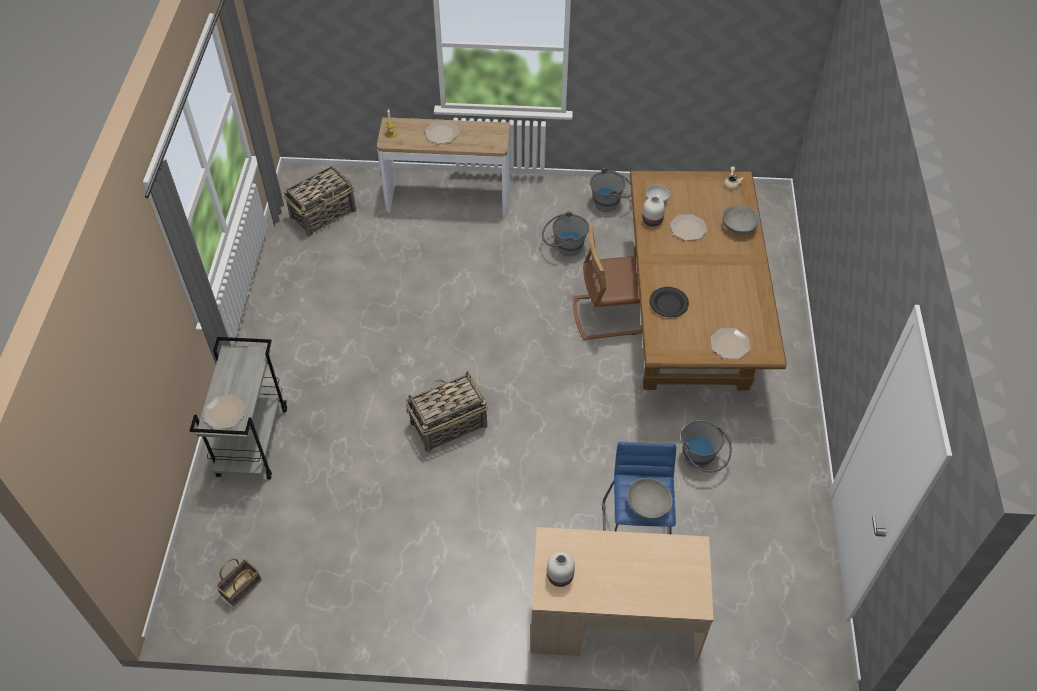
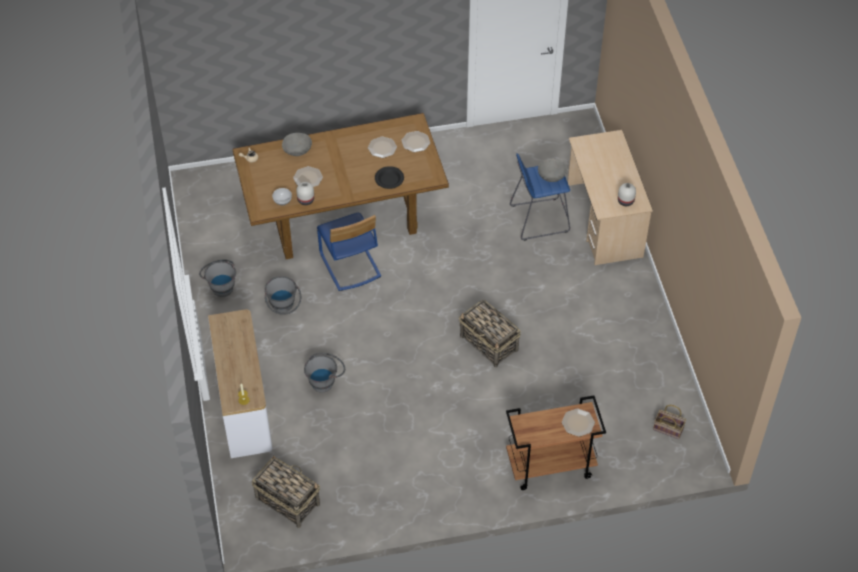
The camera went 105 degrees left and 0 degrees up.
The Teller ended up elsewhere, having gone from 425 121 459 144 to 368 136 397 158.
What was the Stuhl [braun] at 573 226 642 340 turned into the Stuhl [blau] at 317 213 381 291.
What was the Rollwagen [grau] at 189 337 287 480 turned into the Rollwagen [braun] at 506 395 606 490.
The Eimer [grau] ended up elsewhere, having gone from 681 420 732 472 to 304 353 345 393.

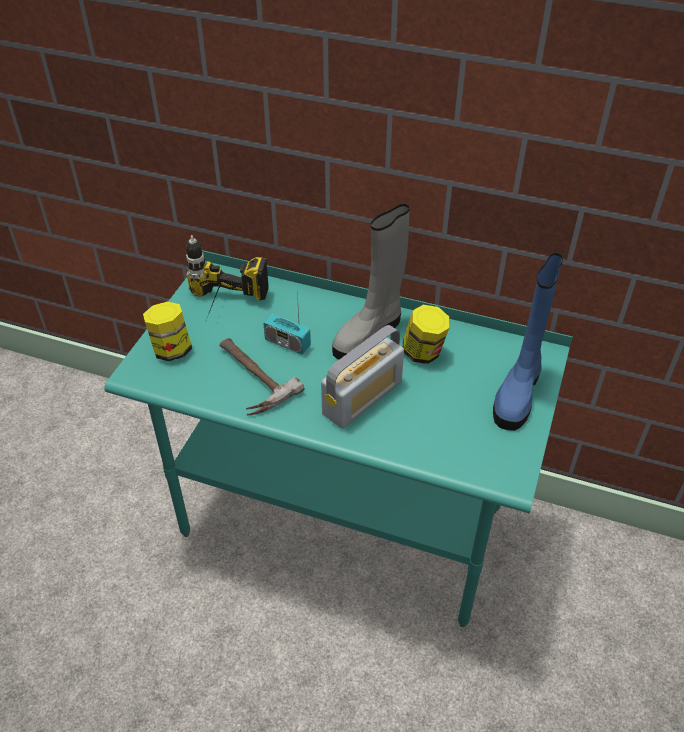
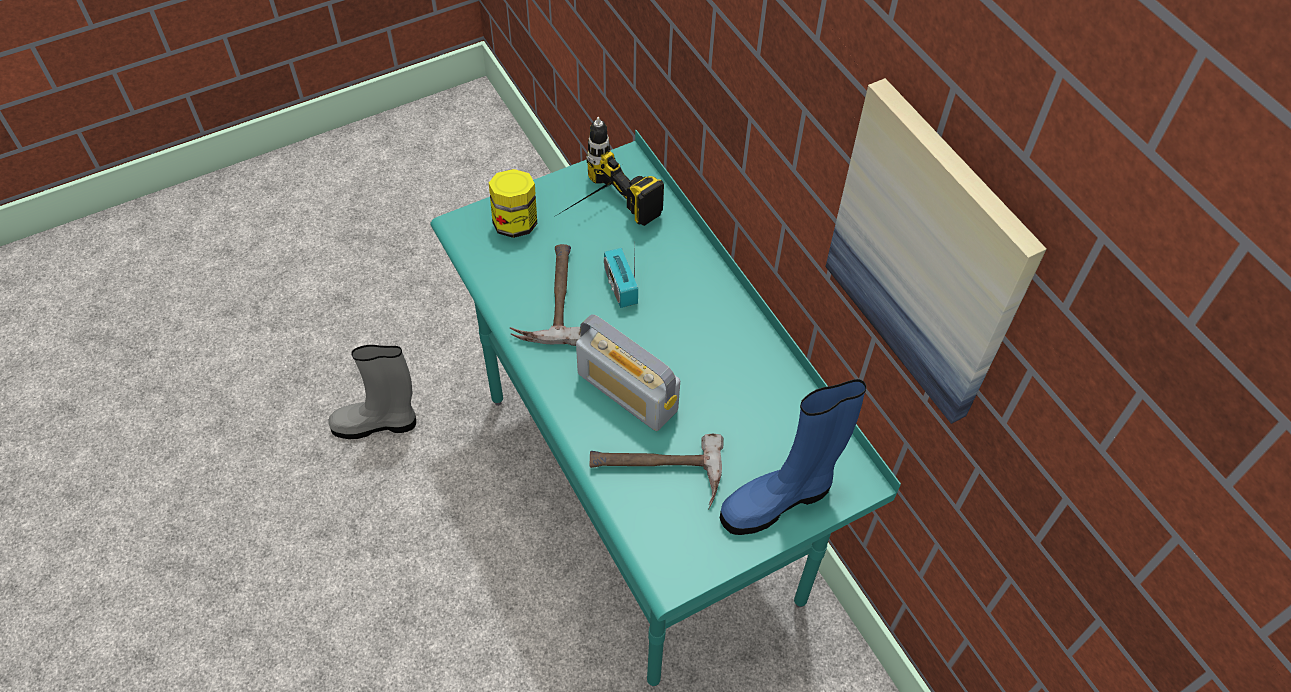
The camera went 40 degrees right and 10 degrees up.
The Stiefel [grau] ended up elsewhere, having gone from 332 204 410 360 to 328 345 416 439.
The second view lost the Vorratsglas at 403 305 450 364.
The Radio at 321 325 404 428 ended up facing another way, 45 degrees clockwise from before.
The second view gained the Bild at 825 78 1047 424.
The second view gained the Hammer at 590 434 724 510.

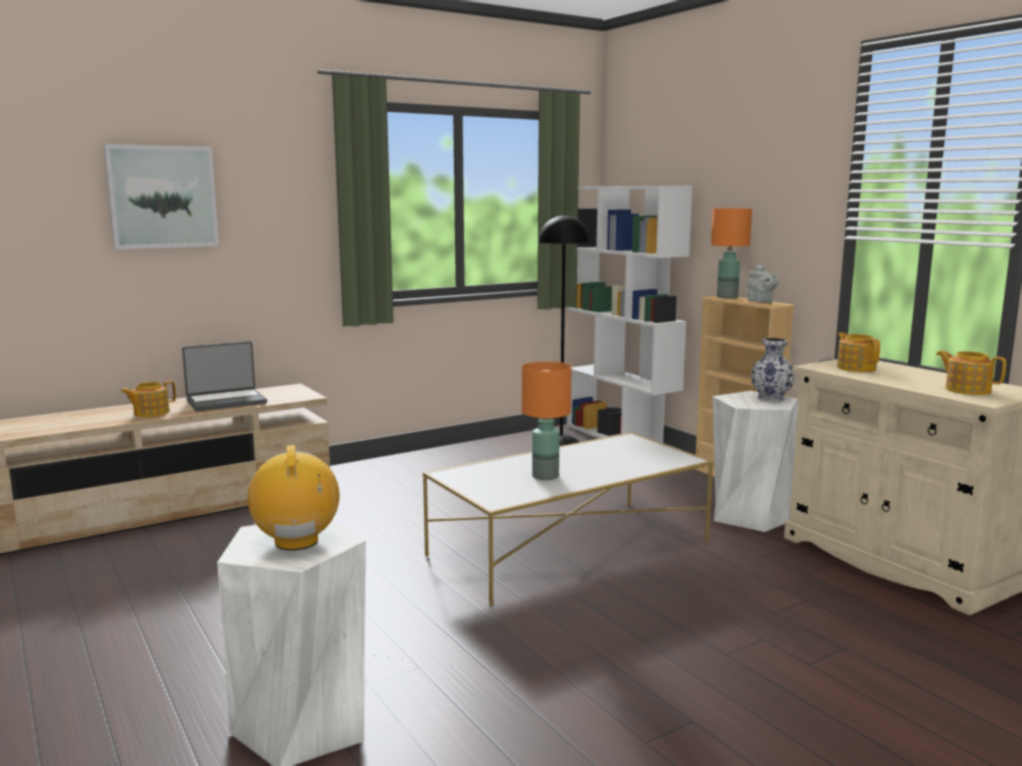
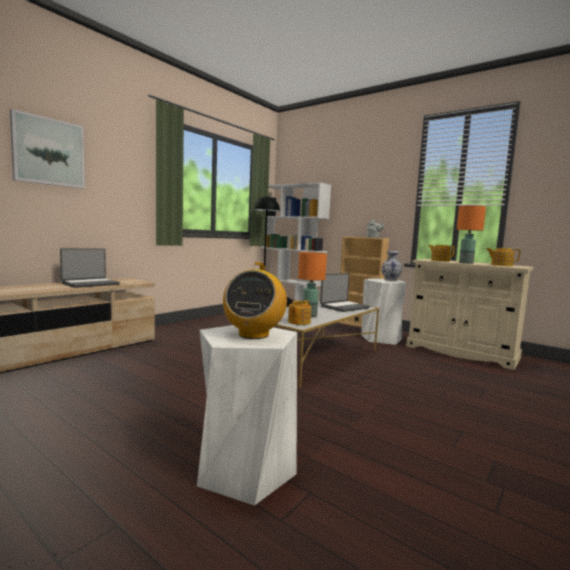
The camera went 20 degrees left and 5 degrees down.
The Tischlampe [orange] ended up elsewhere, having gone from 711 208 752 299 to 457 205 486 264.
The Teekanne ended up elsewhere, having gone from 121 381 176 417 to 288 300 311 325.
The Radio at 248 445 339 551 ended up facing another way, 135 degrees counterclockwise from before.
The second view gained the Laptop at 320 273 370 312.

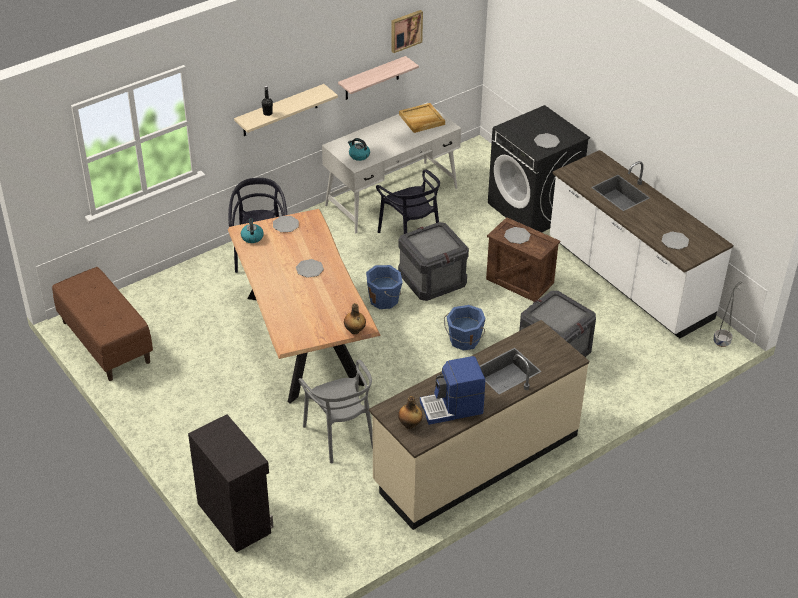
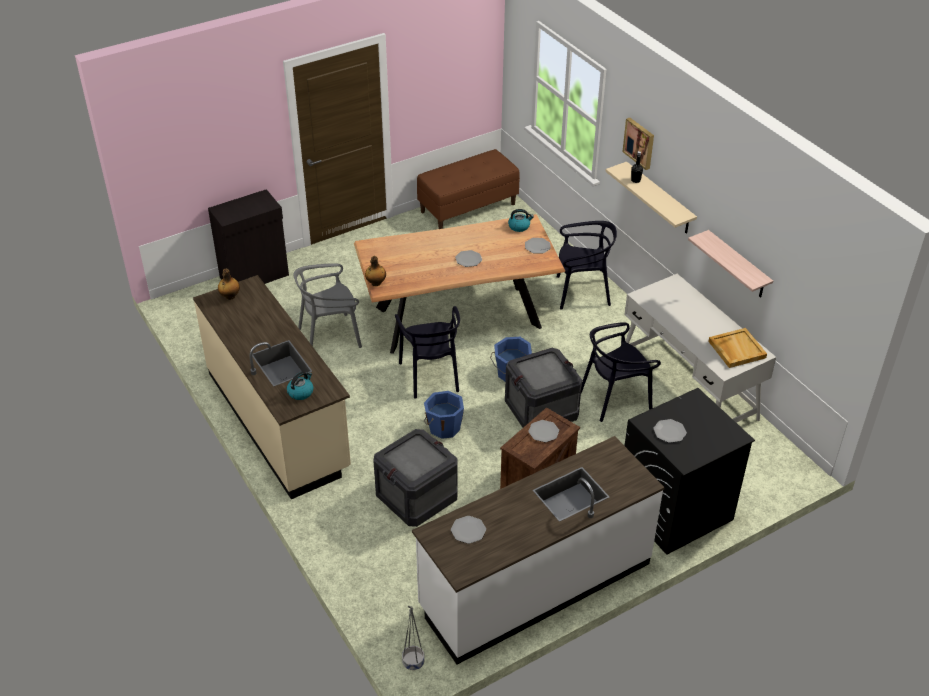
The camera went 95 degrees right and 0 degrees up.
The Bild ended up elsewhere, having gone from 391 10 423 53 to 622 118 654 170.
The Wasserkessel ended up elsewhere, having gone from 348 138 370 161 to 287 372 313 400.
The second view lost the Kaffeemaschine at 420 356 485 425.
The second view gained the Stuhl [schwarz] at 395 306 460 399.

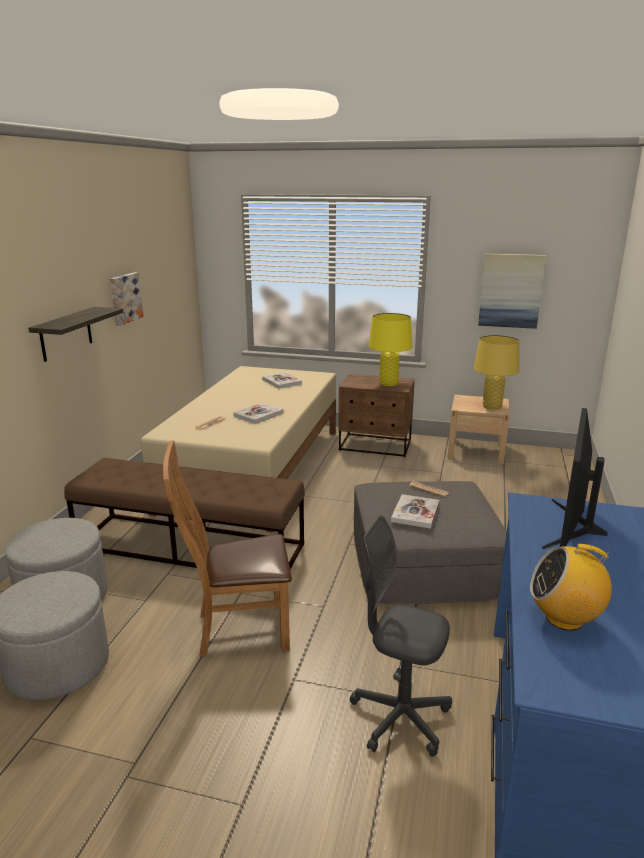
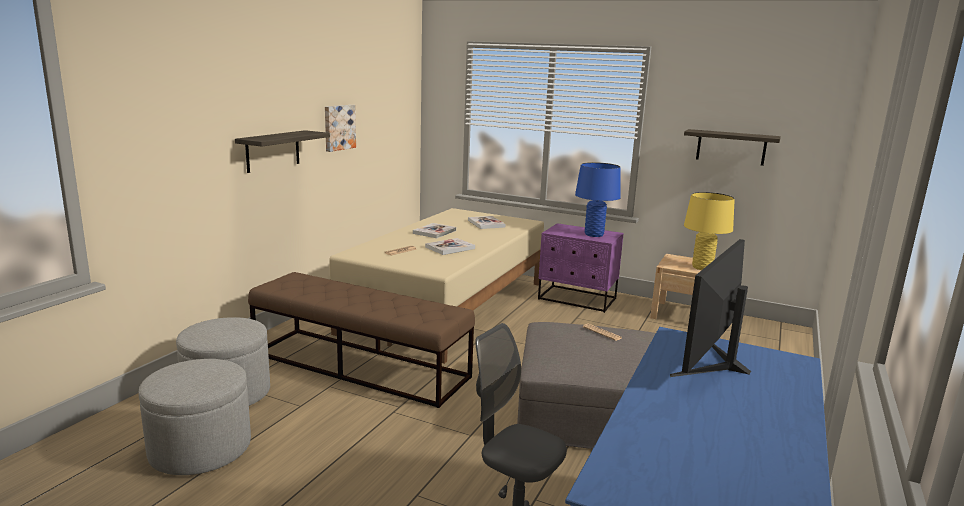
The camera went 10 degrees right and 5 degrees down.
Where the Bild hung at 478 253 546 329, the Wandregal came to hang at 684 129 781 166.
What was the Tischlampe [gelb] at 369 313 412 386 turned into the Tischlampe [blau] at 575 162 621 237.
What was the Nachttisch [braun] at 338 374 415 457 turned into the Nachttisch [lila] at 538 223 624 313.
The second view lost the Stuhl [braun] at 163 440 292 657.
The Buch ended up elsewhere, having gone from 391 494 439 529 to 413 223 456 238.
The second view lost the Radio at 530 544 612 631.

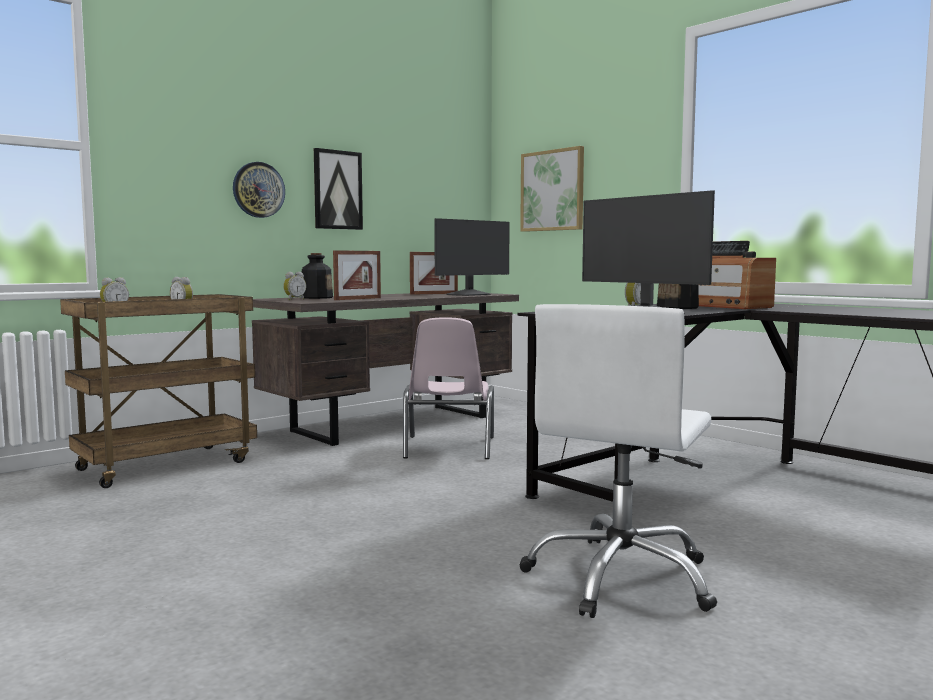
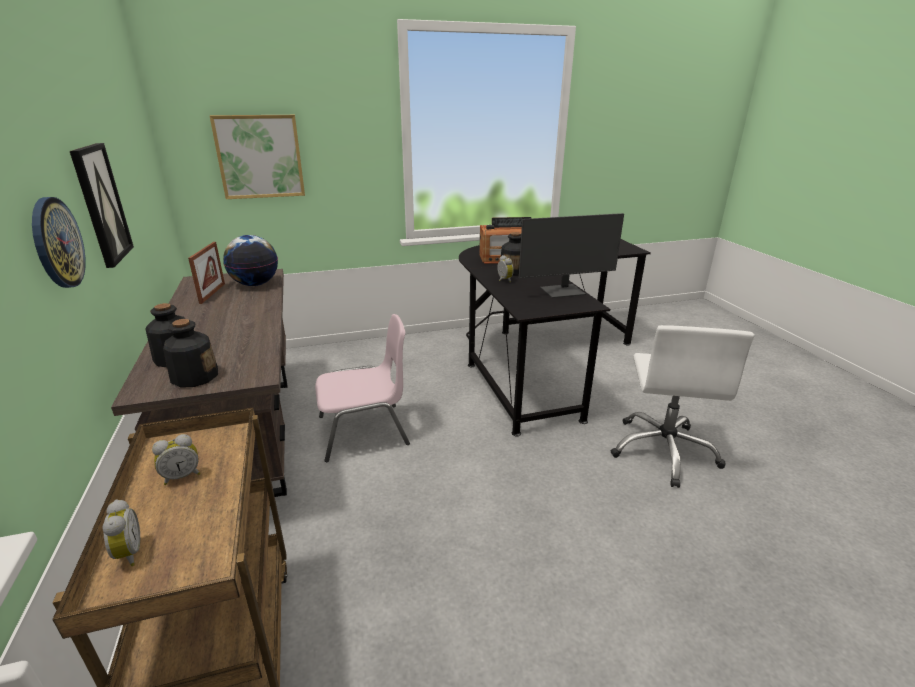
The camera went 65 degrees left and 20 degrees up.
Where the Monitor stood at 434 218 510 296, the Globus came to stand at 223 235 278 286.
The second view lost the Bilderrahmen at 333 250 381 300.
Where the Wecker stood at 283 272 306 300, the Flasche came to stand at 163 319 218 388.
The Bürostuhl [weiß] at 519 304 717 618 ended up facing another way, 45 degrees clockwise from before.
The Stuhl [rosa] at 403 317 494 459 ended up facing another way, 45 degrees counterclockwise from before.

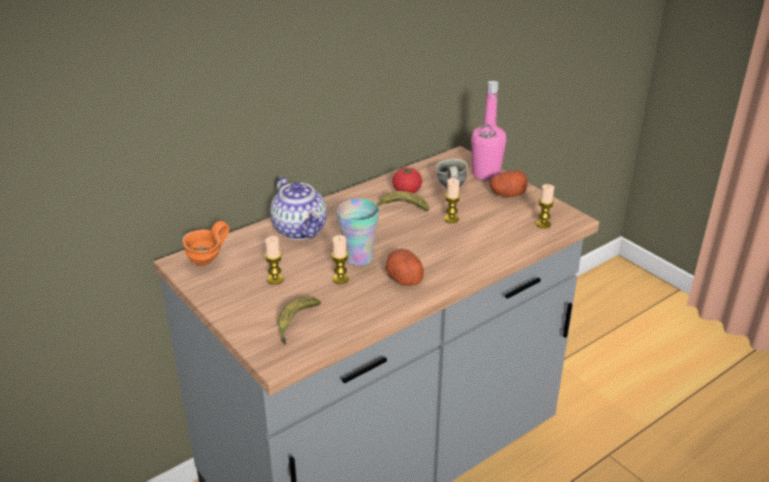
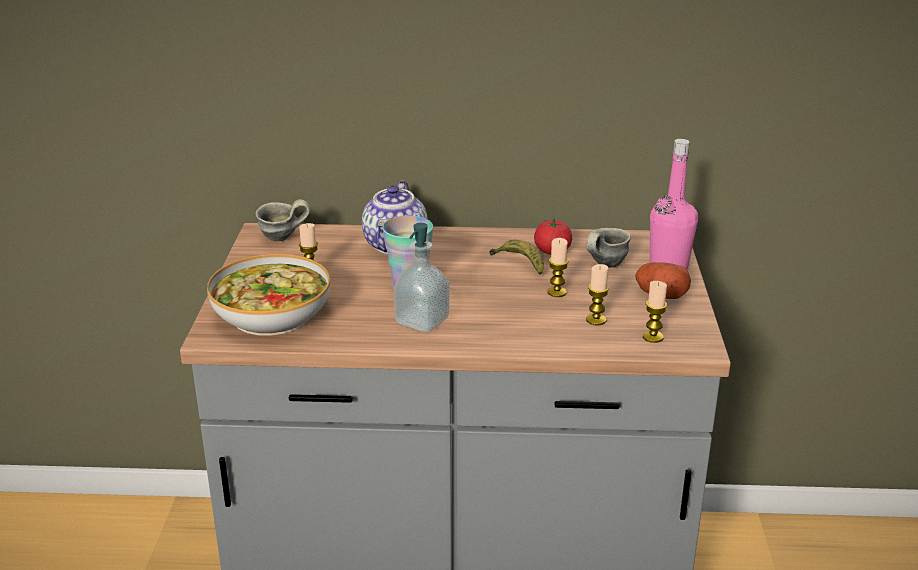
The camera went 40 degrees right and 5 degrees down.
What was the Henkelbecher [orange] at 183 221 229 266 turned into the Henkelbecher [grau] at 256 199 310 241.
The Kerze ended up elsewhere, having gone from 331 235 349 284 to 586 264 609 325.
Where the Kartoffel stood at 385 249 424 286, the Seifenspender came to stand at 394 223 450 333.
Where the Banane stood at 278 297 321 345, the Schüssel came to stand at 207 254 330 336.

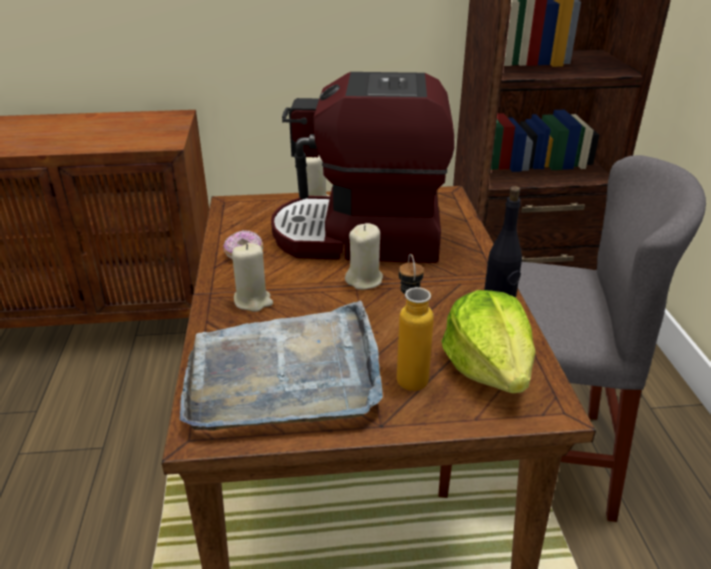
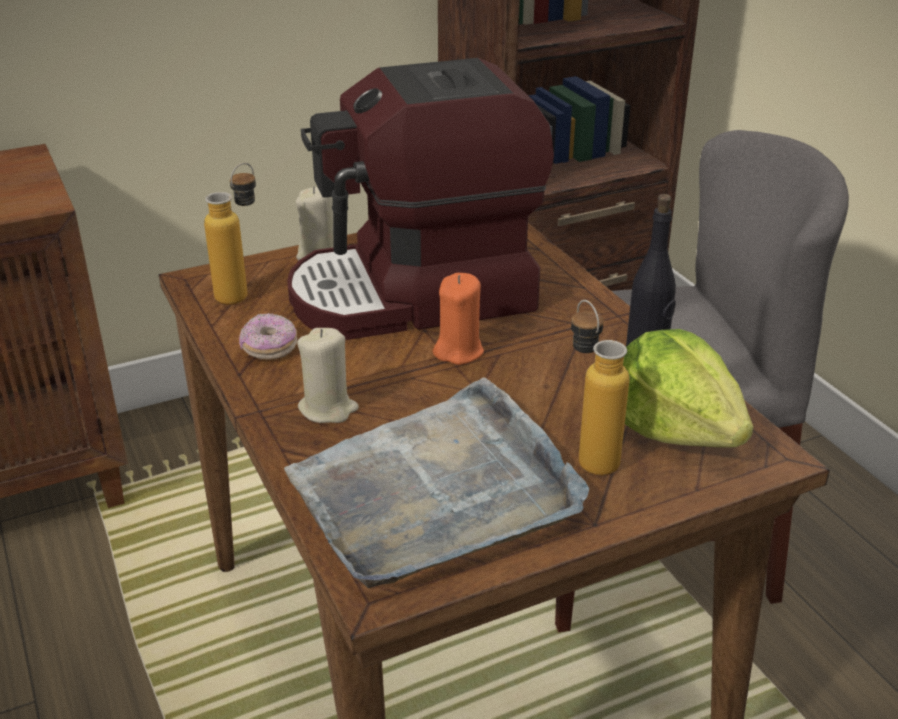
The camera went 20 degrees left and 0 degrees up.
What was the Kerze [beige] at 345 223 383 290 turned into the Kerze [orange] at 432 273 484 365.
The second view gained the Flasche at 204 163 256 305.

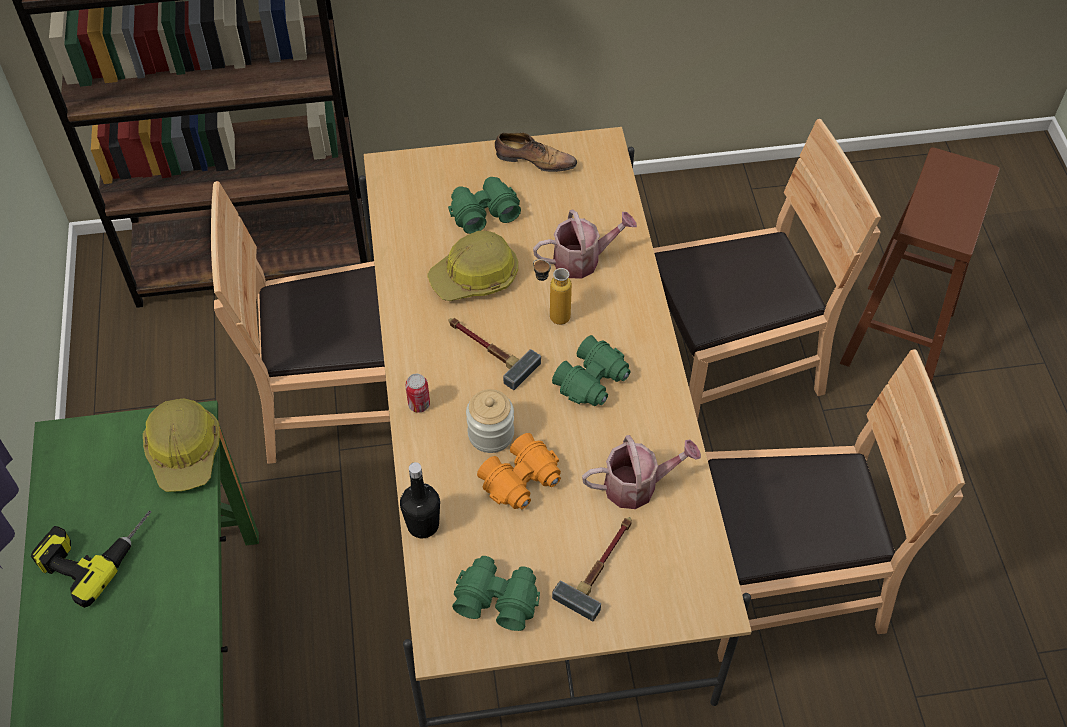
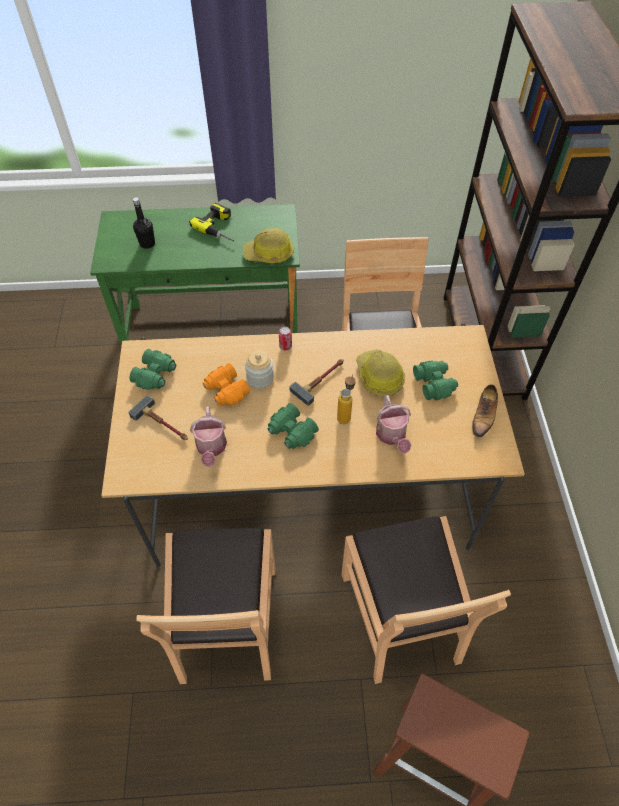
The camera went 95 degrees right and 0 degrees up.
The Flasche [schwarz] ended up elsewhere, having gone from 400 462 440 538 to 133 197 155 249.

